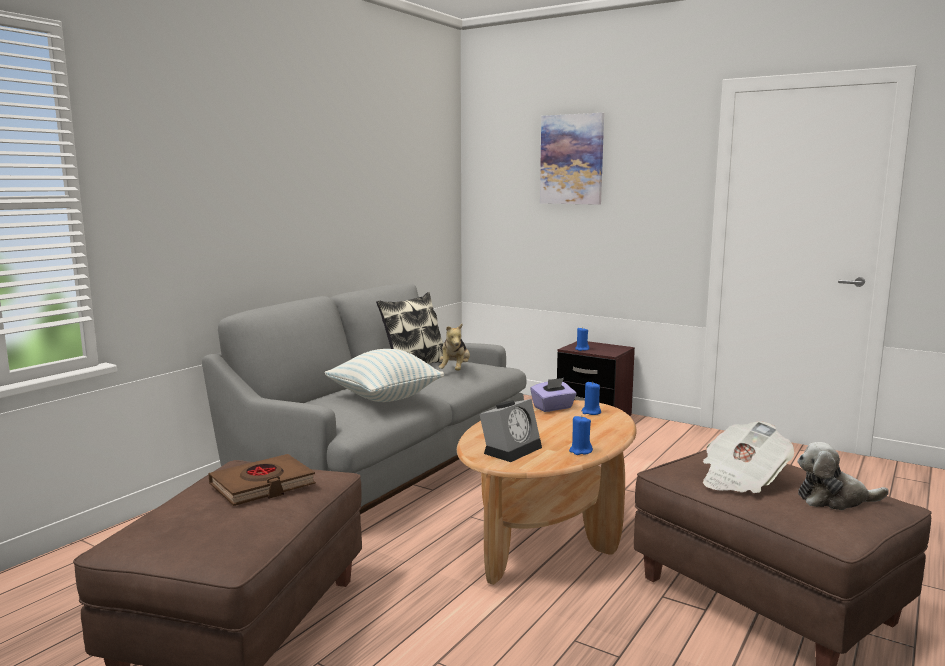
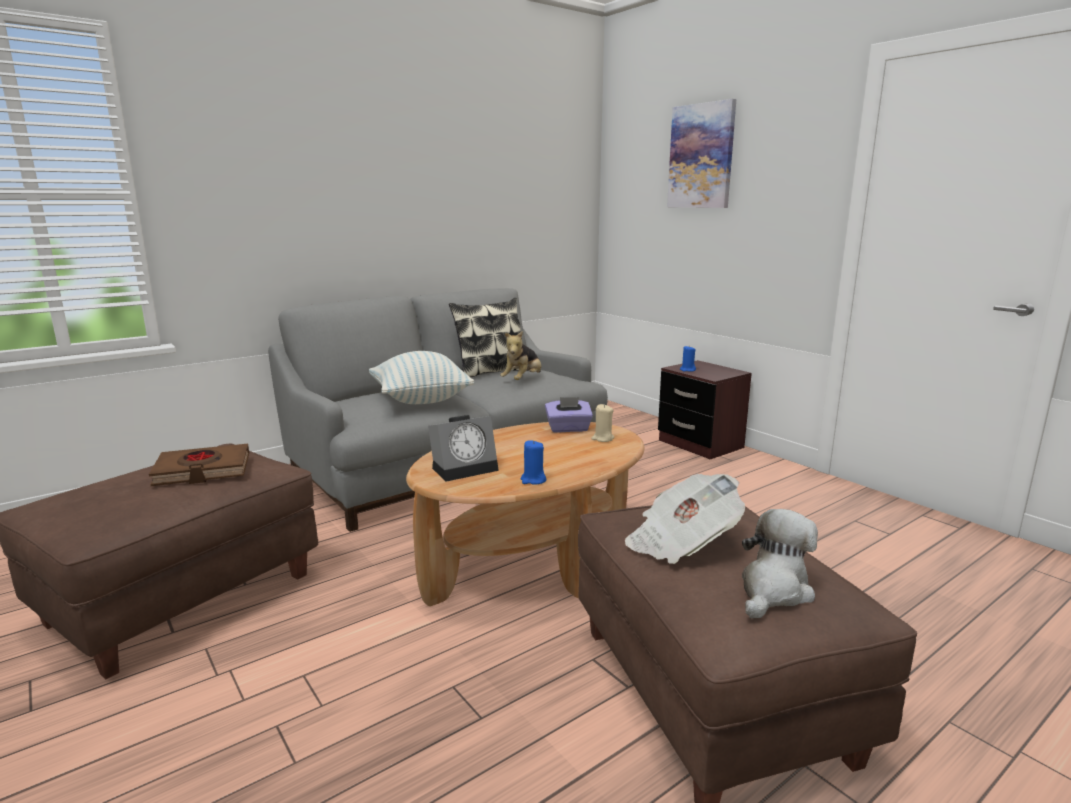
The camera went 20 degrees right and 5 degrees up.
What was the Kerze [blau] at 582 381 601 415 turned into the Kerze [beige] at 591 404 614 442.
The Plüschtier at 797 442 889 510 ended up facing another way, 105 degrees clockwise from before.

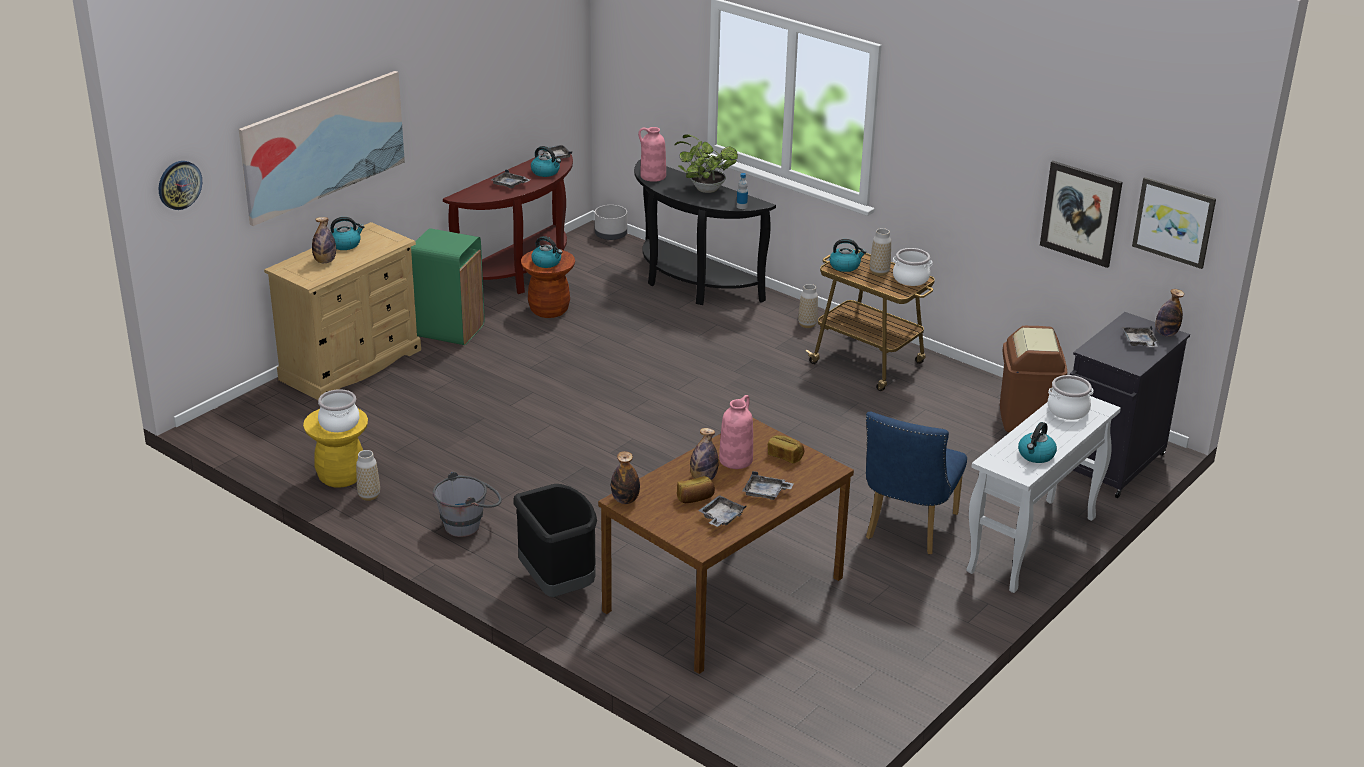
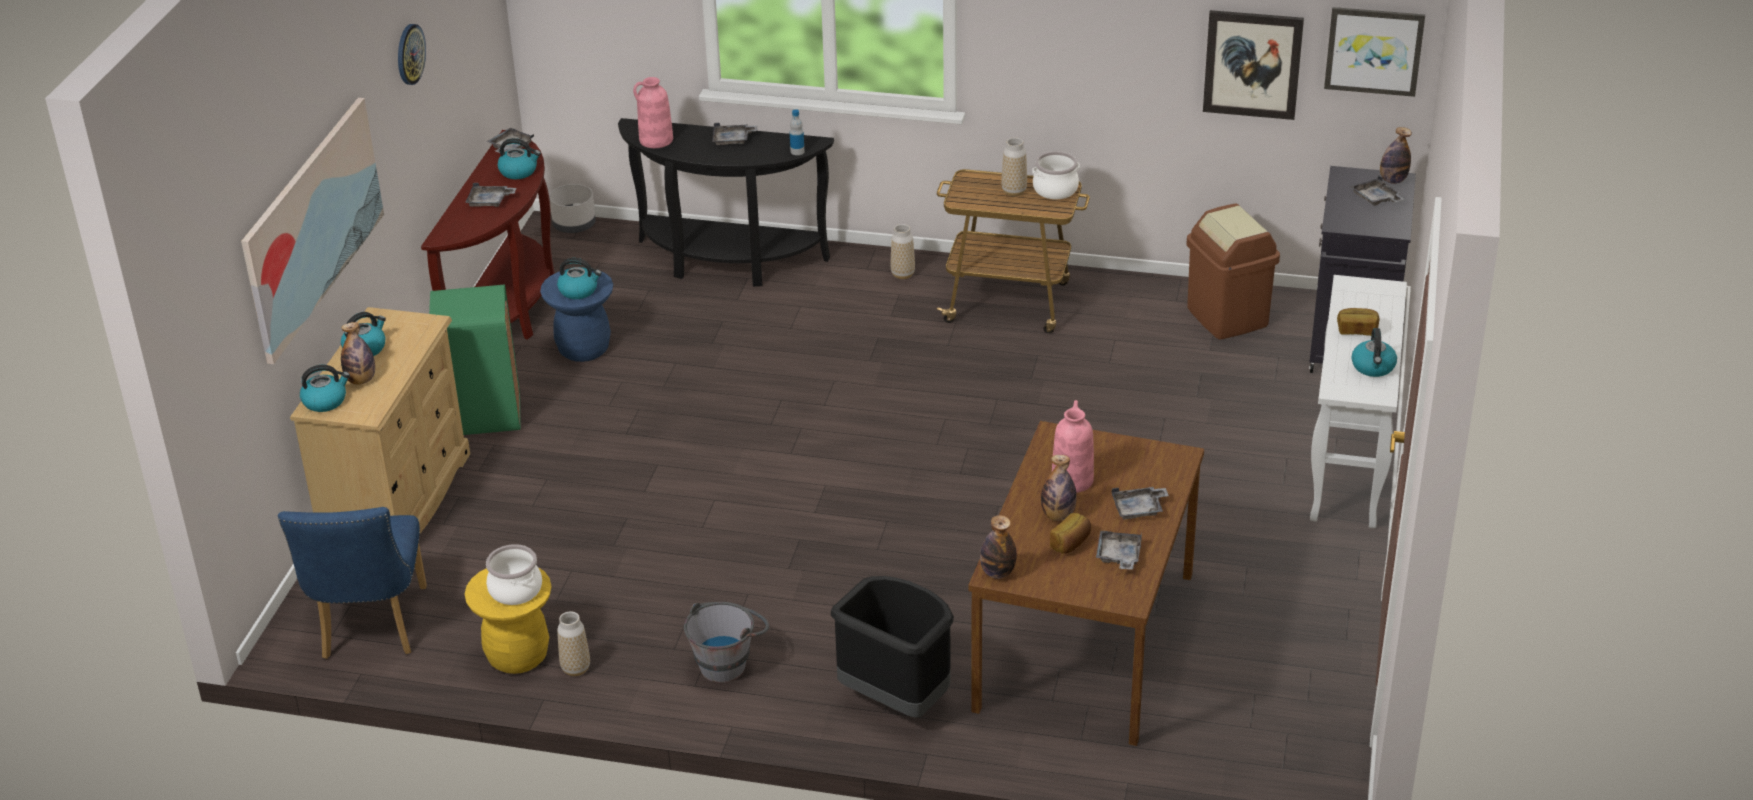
The camera went 25 degrees left and 5 degrees up.
Where the Topfpflanze stood at 674 134 738 193, the Tablett [grau] came to stand at 712 123 757 145.
The Wanduhr ended up elsewhere, having gone from 159 161 202 210 to 398 24 426 85.
The Wasserkessel ended up elsewhere, having gone from 829 239 866 272 to 300 365 350 412.
What was the Hocker [braun] at 521 250 575 318 turned into the Hocker [blau] at 540 269 613 362.
The second view lost the Kochtopf at 1048 375 1093 420.
The Stuhl [blau] ended up elsewhere, having gone from 866 412 967 555 to 278 507 427 659.
The Brot ended up elsewhere, having gone from 768 435 804 463 to 1337 308 1379 336.

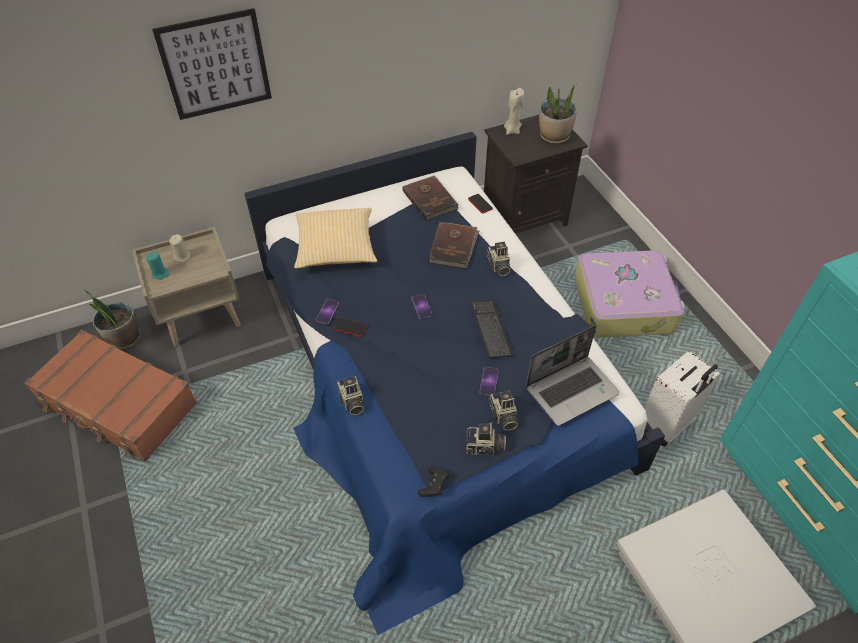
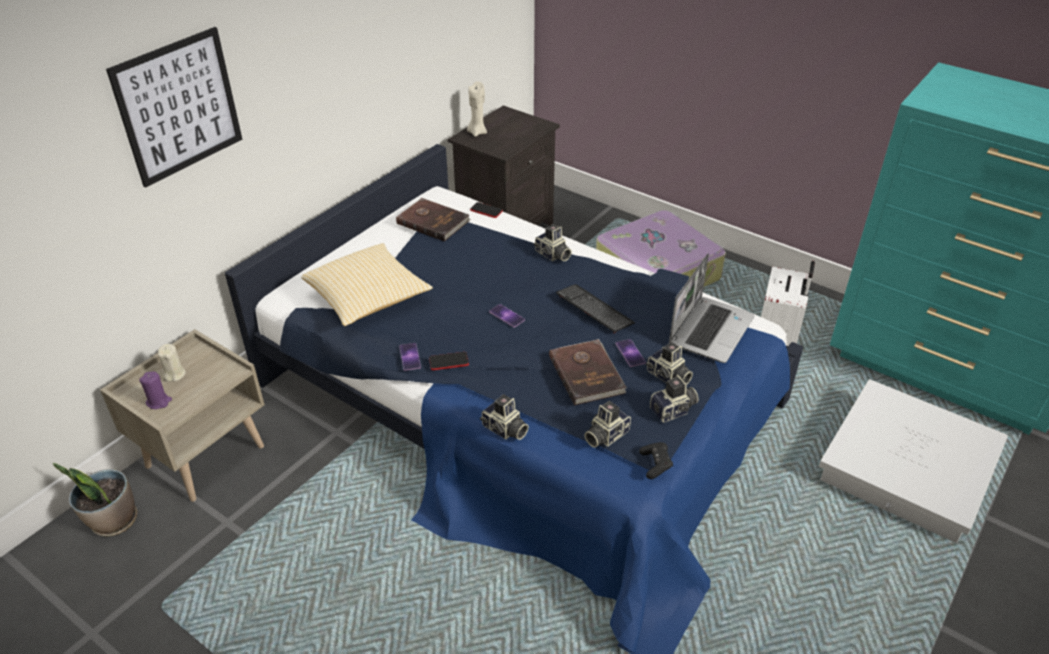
The camera went 30 degrees left and 10 degrees down.
The second view lost the Topfpflanze at 539 83 577 144.
The Buch [braun] ended up elsewhere, having gone from 428 222 479 269 to 549 339 627 406.
What was the Kerze [türkis] at 146 252 169 280 turned into the Kerze [lila] at 139 372 172 409.
The second view lost the Koffer [braun] at 24 330 197 461.
The second view gained the Kamera at 585 401 631 448.

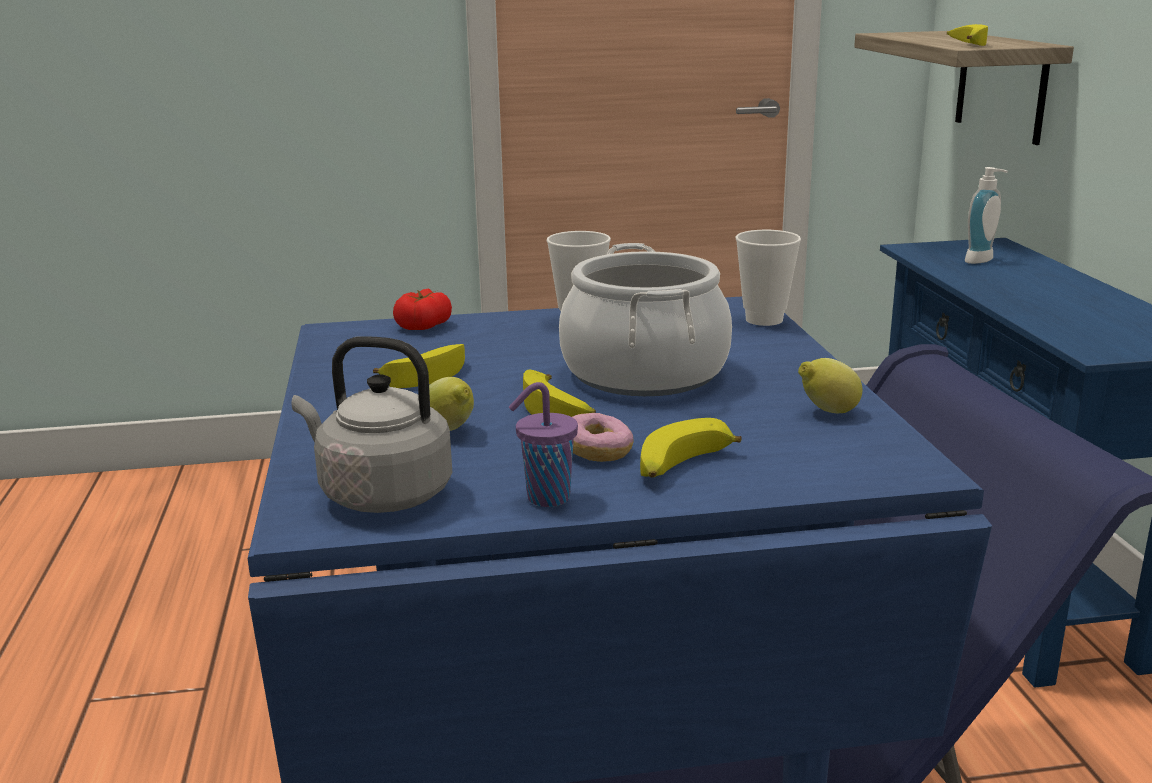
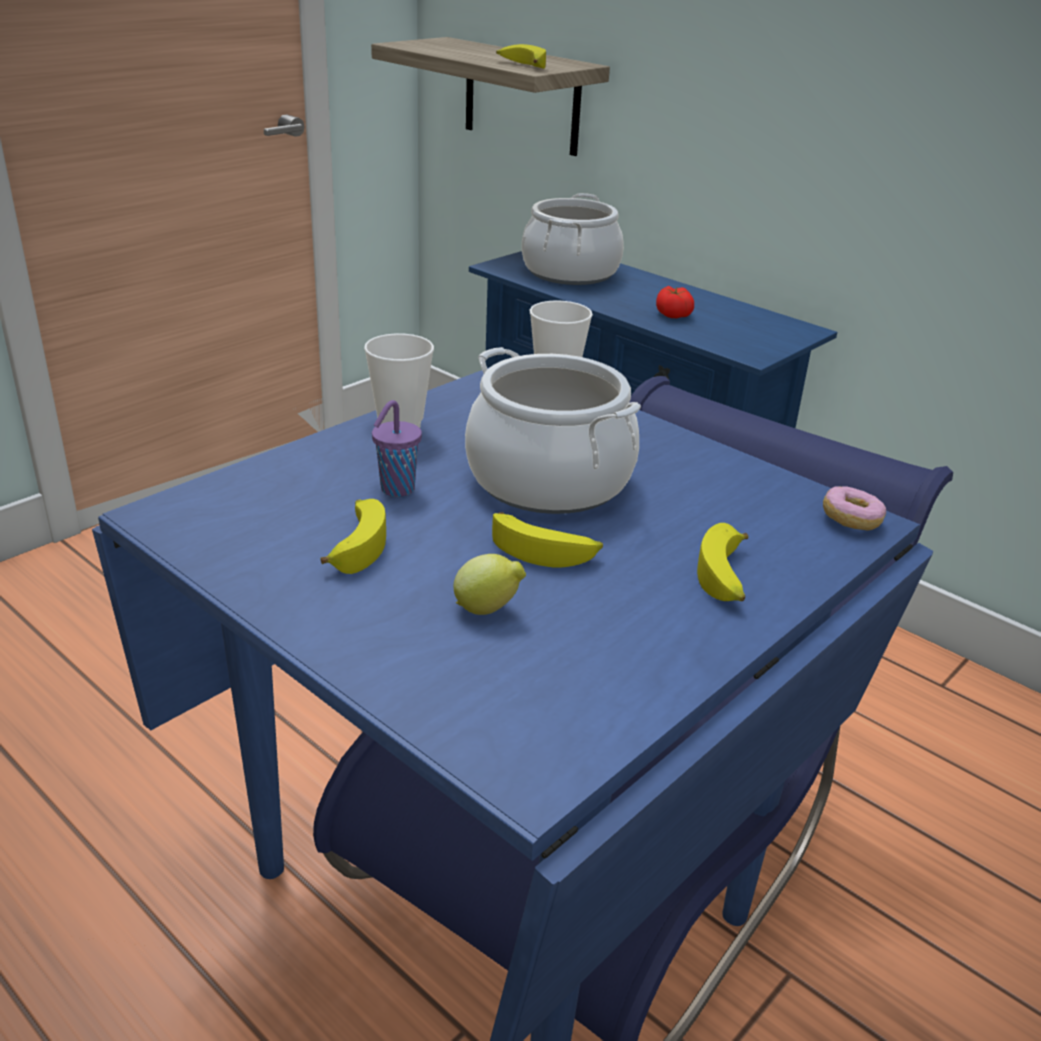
The camera went 40 degrees left and 10 degrees up.
Where the Seifenspender stood at 965 167 1008 264, the Kochtopf came to stand at 522 193 624 285.
The Tomate ended up elsewhere, having gone from 393 288 452 330 to 656 286 694 318.
The second view lost the Wasserkessel [grau] at 292 336 452 513.
The second view lost the Zitrone at 798 358 862 413.
The Tasse [lila] ended up elsewhere, having gone from 509 382 578 507 to 372 400 422 497.
The Donut ended up elsewhere, having gone from 572 413 634 462 to 823 486 886 530.

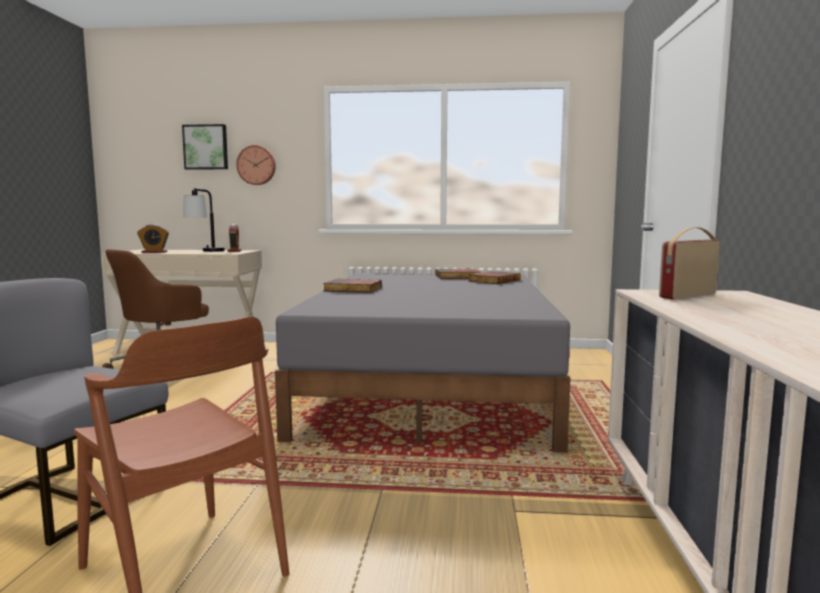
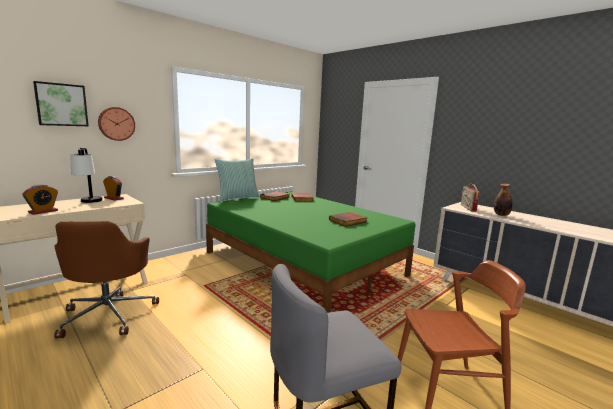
The camera went 50 degrees left and 5 degrees up.
What was the Bett [grau] at 275 273 570 453 turned into the Bett [grün] at 206 191 416 313.
The Buch ended up elsewhere, having gone from 323 279 382 293 to 329 212 367 227.
The second view gained the Kissen at 215 158 260 201.
The second view gained the Flasche at 494 183 513 216.

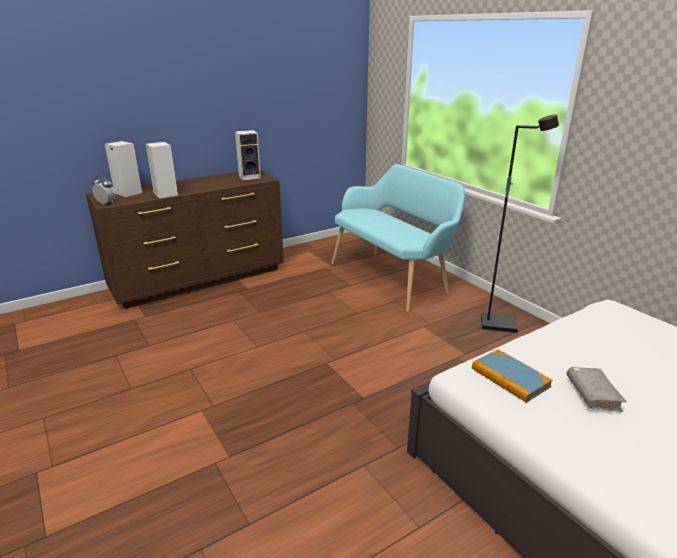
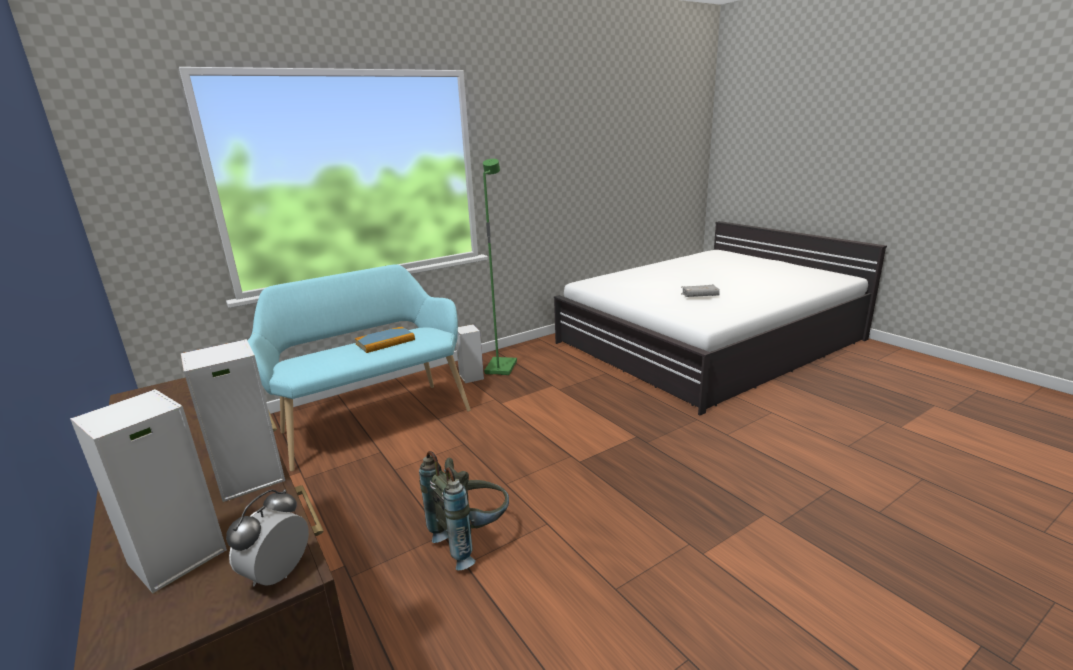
The camera went 90 degrees left and 5 degrees down.
What was the Stehlampe [schwarz] at 481 114 559 333 turned into the Stehlampe [grün] at 483 159 517 375.
The Lautsprecher ended up elsewhere, having gone from 235 130 261 180 to 456 324 484 383.
The Buch ended up elsewhere, having gone from 472 349 553 403 to 355 326 415 353.
The second view gained the Rucksack [grau] at 419 451 509 571.

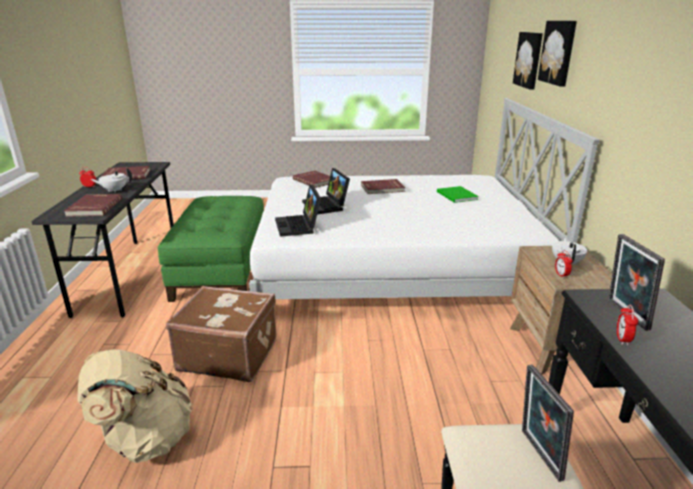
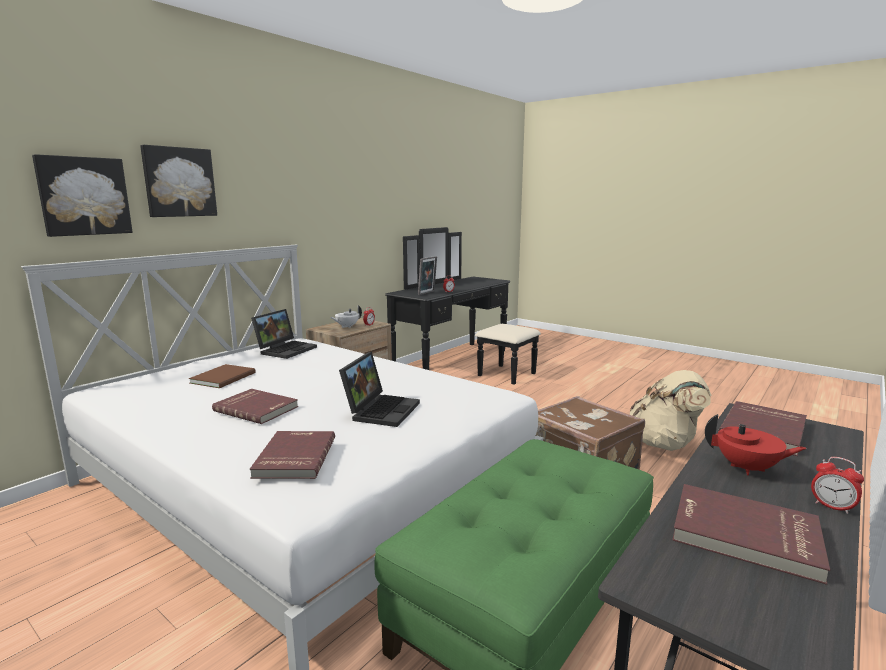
The camera went 140 degrees left and 10 degrees down.
What was the Teekanne [weiß] at 90 168 132 193 turned into the Teekanne [rot] at 705 414 807 476.
The Laptop ended up elsewhere, having gone from 275 184 321 237 to 251 309 317 359.
What was the Buch [grün] at 437 186 479 203 turned into the Buch [braun] at 189 364 256 388.
The second view lost the Bilderrahmen at 522 365 574 482.

